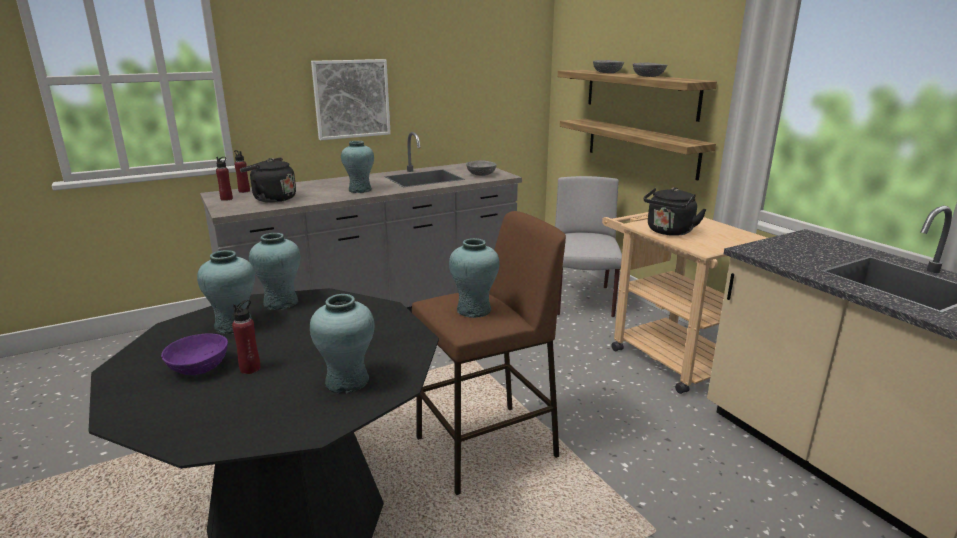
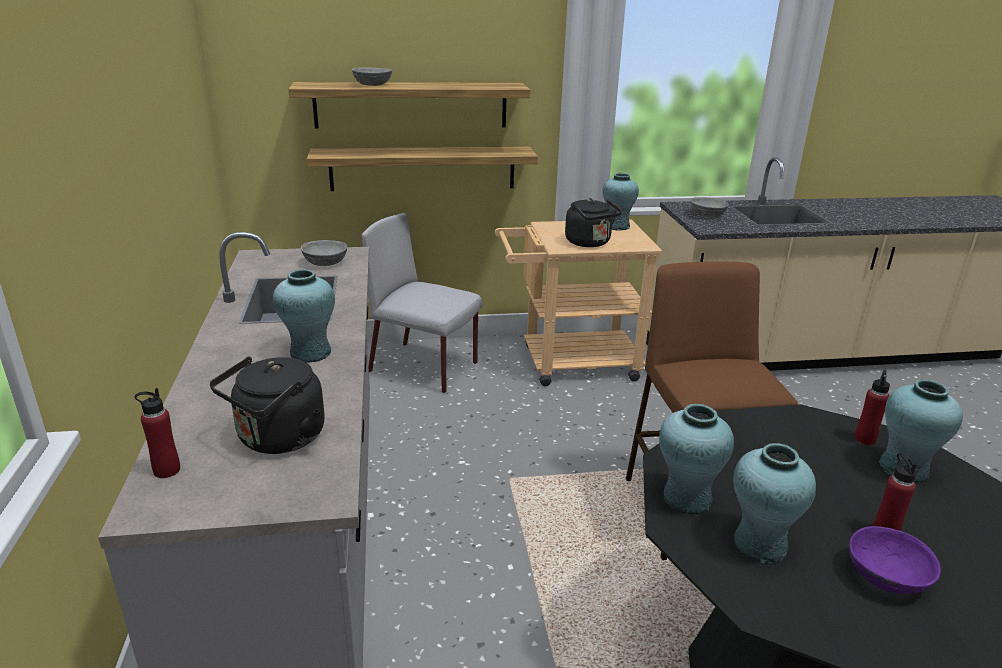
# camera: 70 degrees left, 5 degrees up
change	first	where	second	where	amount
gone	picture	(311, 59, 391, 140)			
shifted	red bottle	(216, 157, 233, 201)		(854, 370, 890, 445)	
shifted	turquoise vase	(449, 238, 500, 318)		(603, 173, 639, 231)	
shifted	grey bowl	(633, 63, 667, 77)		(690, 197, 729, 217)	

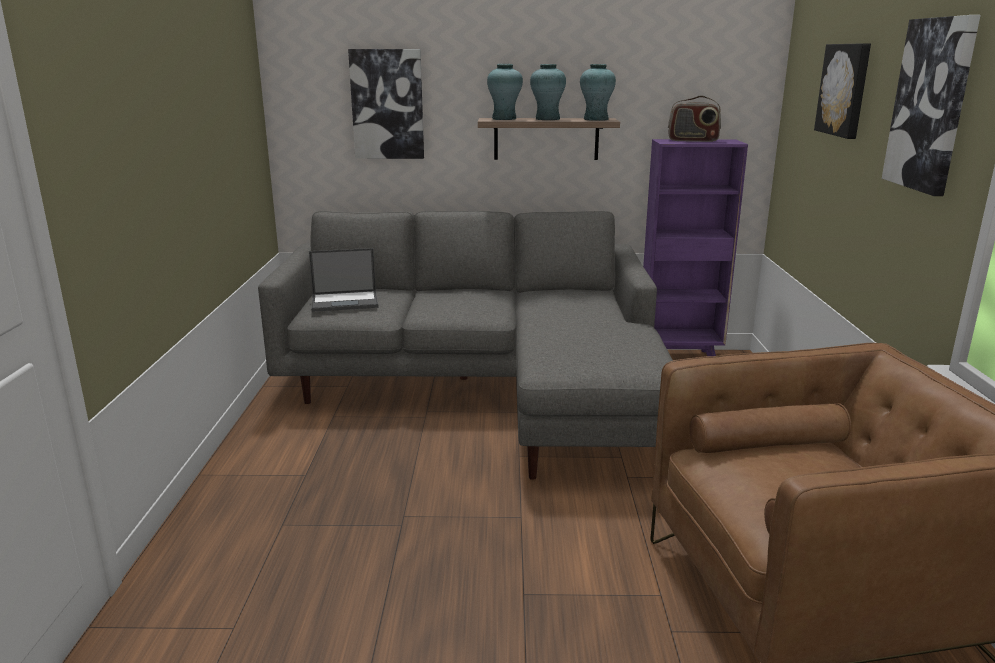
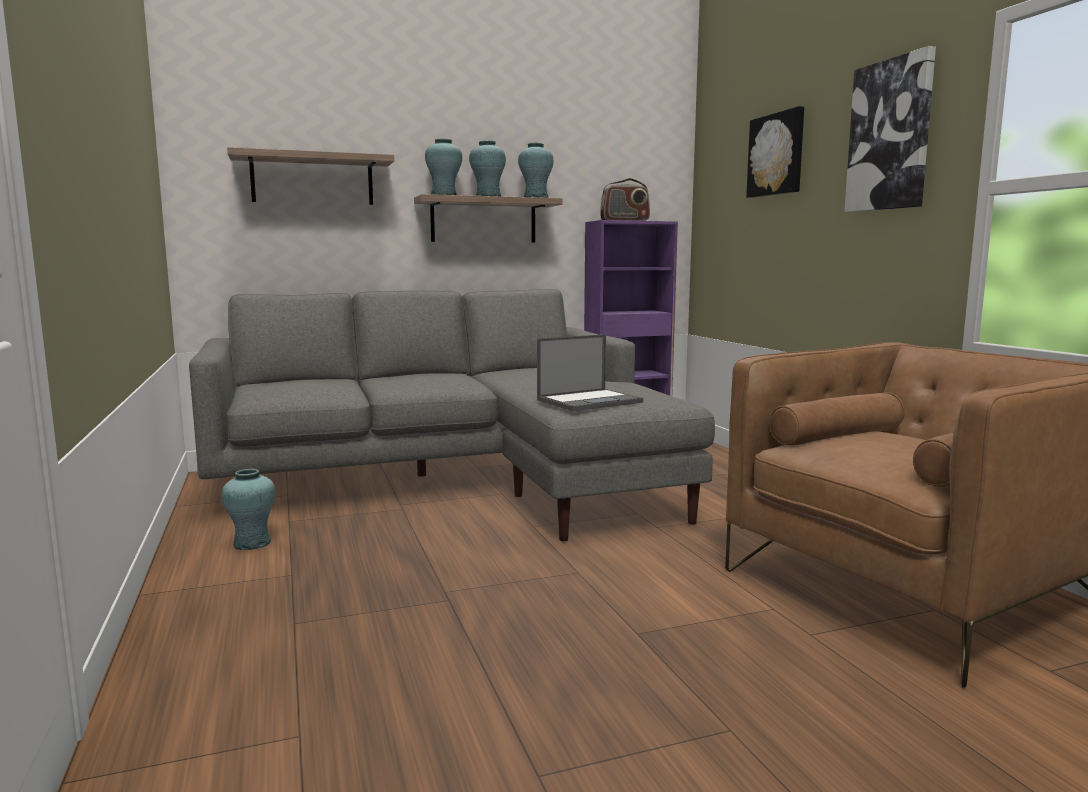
# camera: 20 degrees left, 10 degrees down
change	first	where	second	where	amount
new			turquoise vase	(221, 469, 276, 550)	
shifted	laptop	(309, 248, 379, 312)		(537, 334, 643, 411)	
swapped	picture	(348, 49, 424, 159)	shelf	(227, 147, 394, 205)	

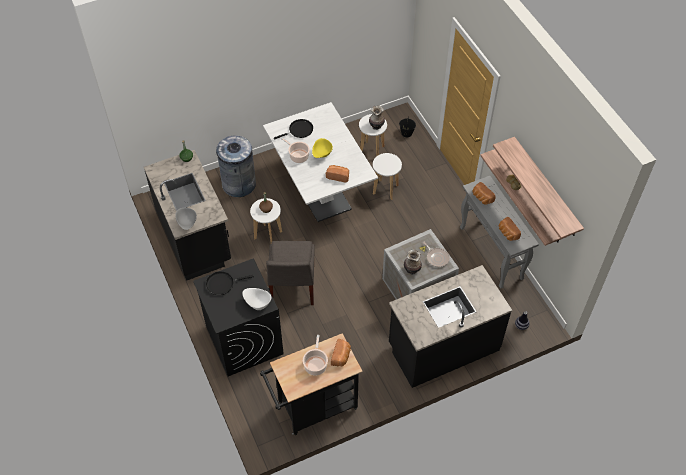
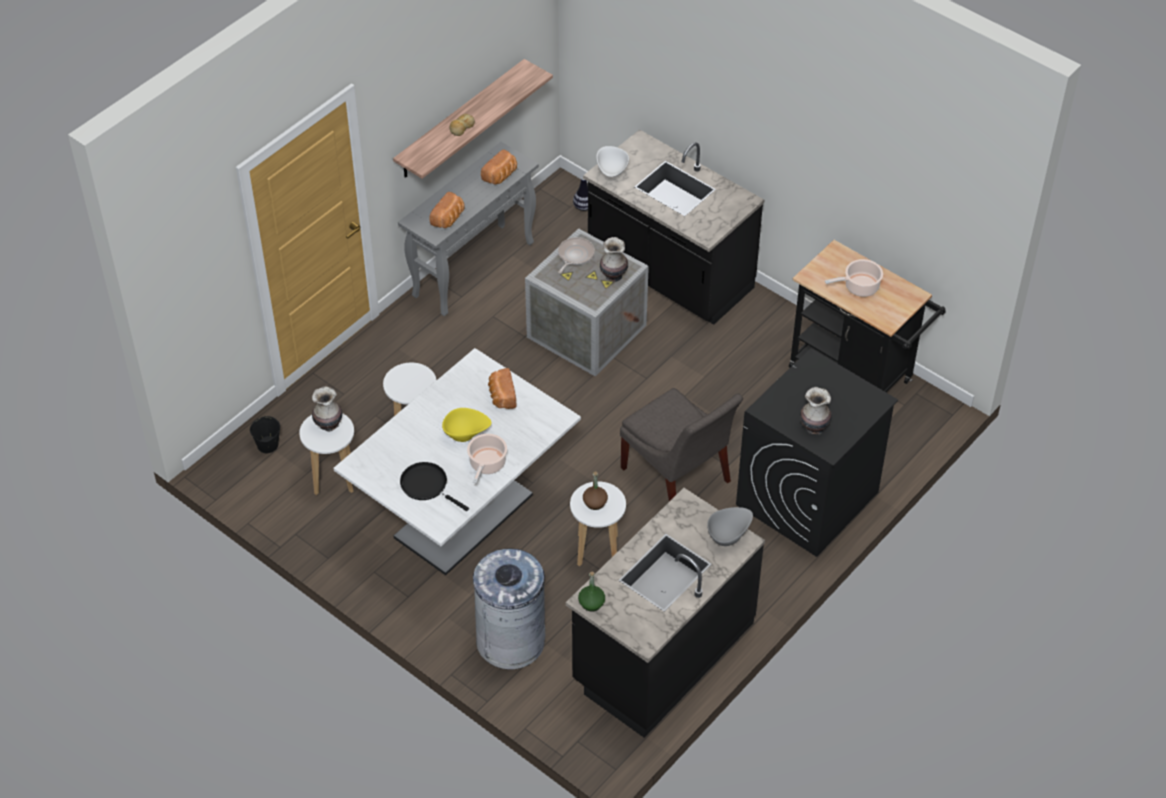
# camera: 115 degrees left, 5 degrees down
change	first	where	second	where	amount
gone	bread	(331, 339, 351, 366)			
gone	shelf	(493, 137, 584, 239)			
shifted	white bowl	(242, 288, 271, 310)		(596, 146, 629, 177)	
swapped	black frying pan	(206, 271, 254, 295)	vase	(800, 387, 832, 434)	
rotated	grey chair	(266, 241, 315, 305)		(620, 388, 743, 501)	75 degrees clockwise

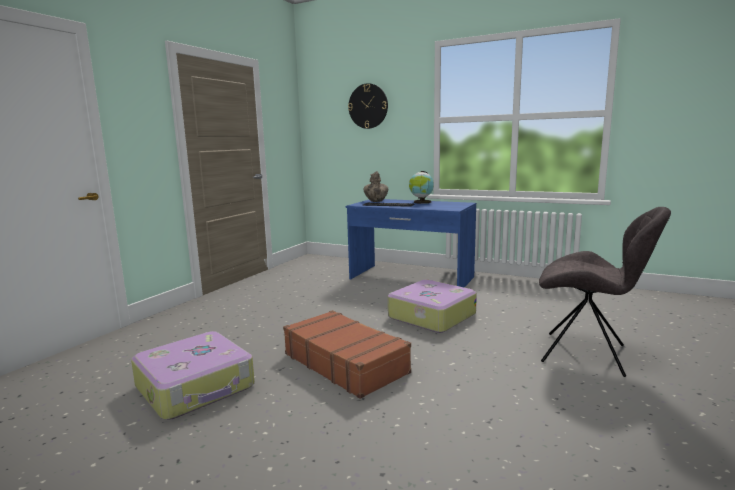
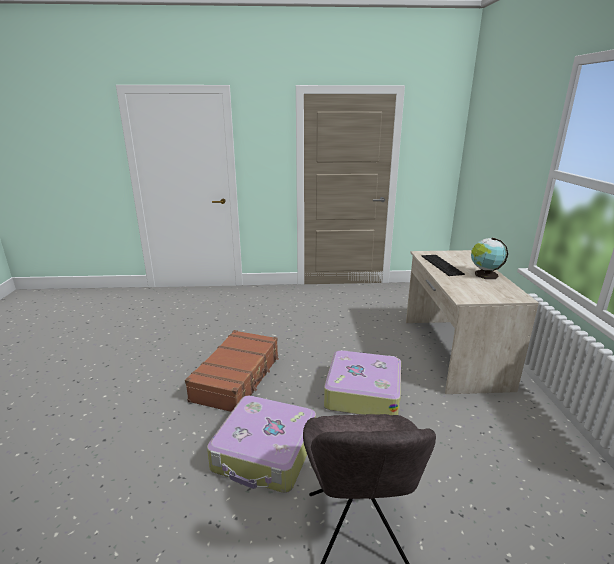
# camera: 60 degrees right, 10 degrees up
change	first	where	second	where	amount
gone	wall clock	(348, 83, 388, 129)			
gone	vase	(363, 171, 388, 202)			
shifted	suitcase	(131, 331, 255, 420)		(207, 396, 316, 493)	
repainted	blue desk	(346, 199, 476, 287)	beige desk	(406, 250, 539, 394)	

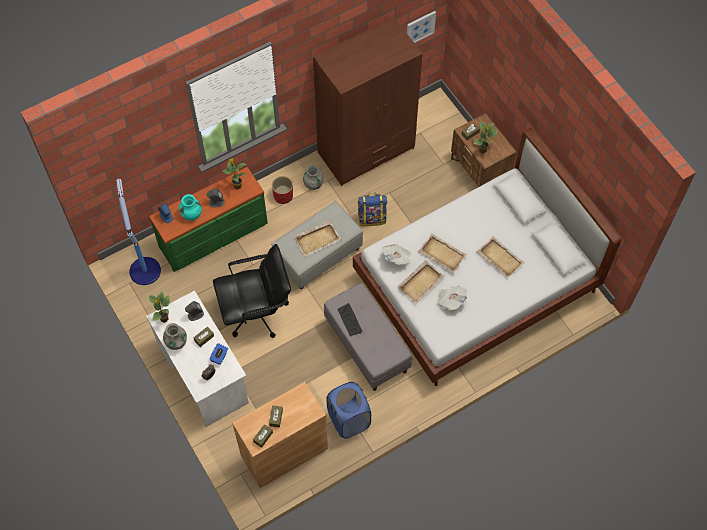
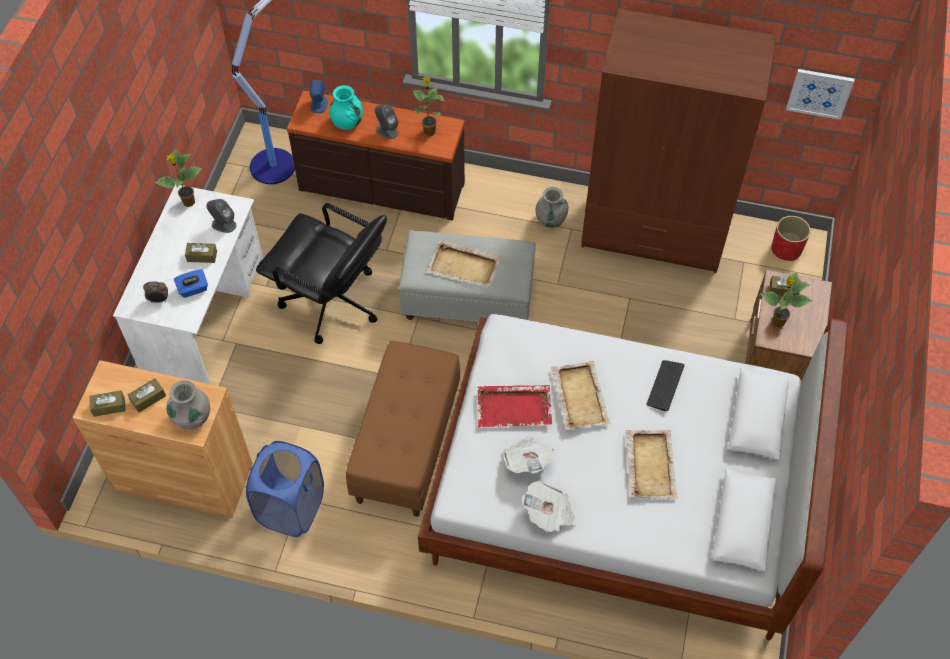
# camera: 45 degrees right, 5 degrees down
change	first	where	second	where	amount
gone	backpack	(358, 193, 387, 226)			
shifted	grey vase	(163, 323, 187, 350)		(166, 380, 210, 429)	
shifted	red planter	(272, 176, 293, 204)		(772, 216, 811, 261)	
shifted	keyboard	(337, 303, 362, 337)		(646, 360, 684, 411)	
shifted	newspaper	(382, 244, 412, 265)		(522, 481, 577, 533)	
repainted	green dresser	(149, 167, 268, 272)	brown dresser	(287, 91, 465, 220)	
repainted	grey bench	(324, 283, 412, 391)	brown bench	(346, 341, 460, 517)	
repainted	beige tray	(397, 260, 444, 304)	red tray	(477, 385, 552, 428)	

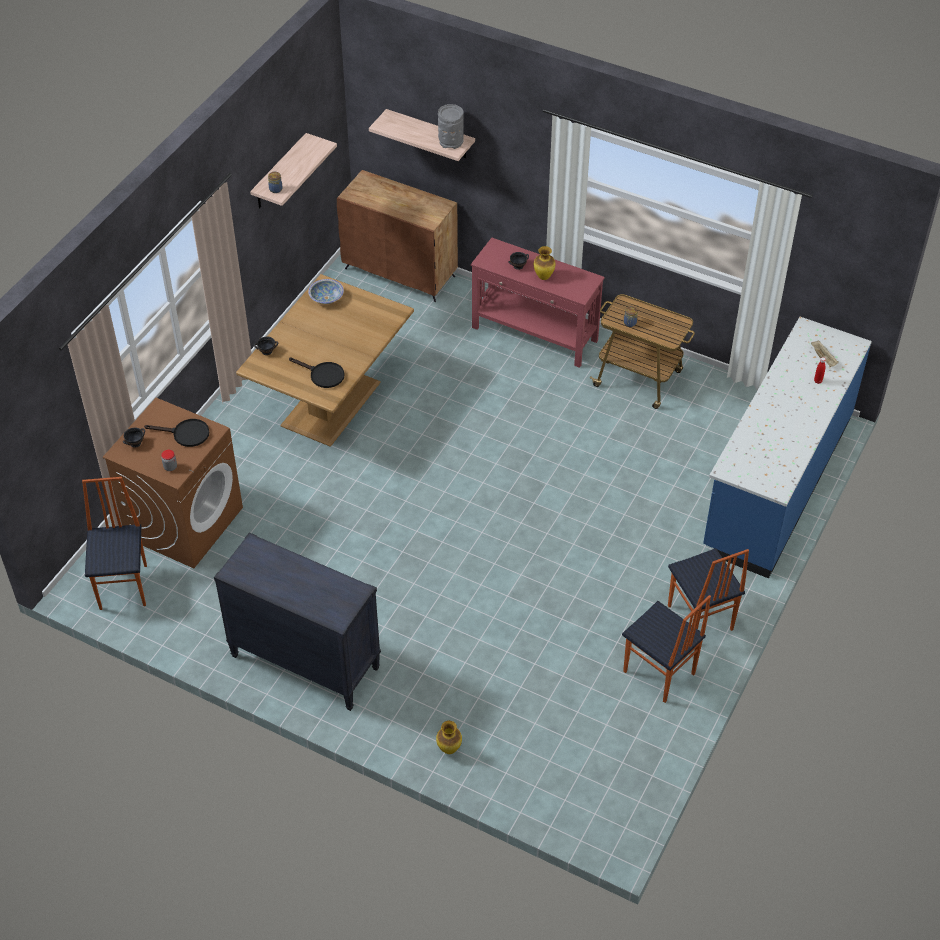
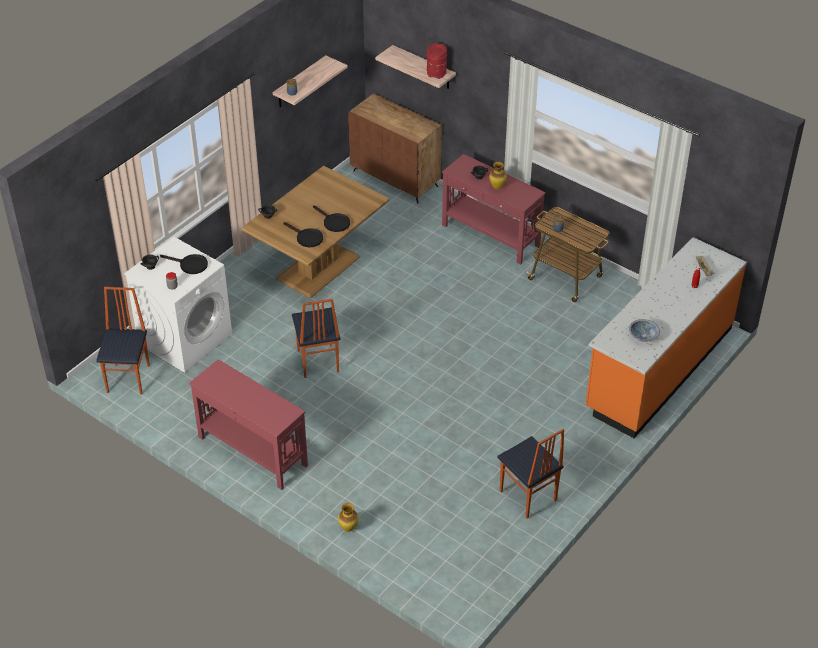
# camera: 10 degrees right, 5 degrees down
change	first	where	second	where	amount
new			black frying pan	(313, 205, 350, 232)	
shifted	bowl	(308, 279, 344, 304)		(629, 319, 660, 342)	
shifted	chair	(668, 548, 749, 631)		(292, 299, 340, 378)	
swapped	black dresser	(214, 532, 381, 711)	red console table	(189, 359, 308, 490)	
repainted	brown washing machine	(103, 398, 243, 568)	white washing machine	(124, 237, 232, 373)	
repainted	grey vase	(438, 104, 464, 149)	red vase	(427, 43, 447, 79)	
repainted	blue counter	(703, 317, 872, 578)	orange counter	(586, 237, 747, 438)	

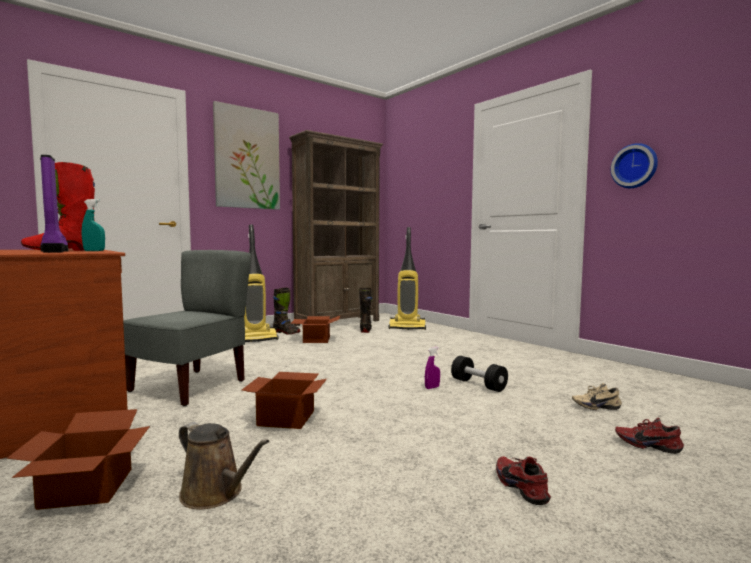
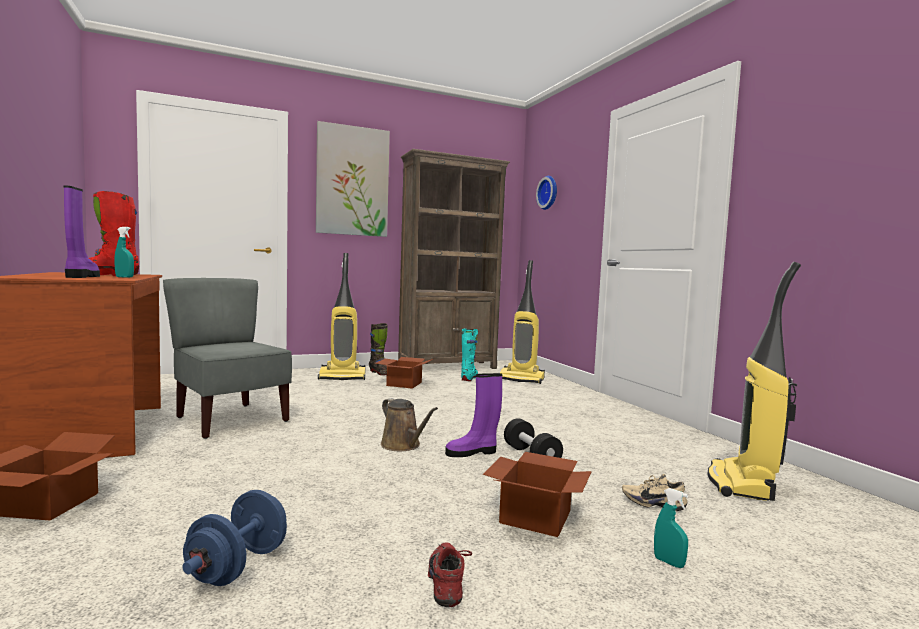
# camera: 15 degrees right, 0 degrees up
change	first	where	second	where	amount
new			blue dumbbell	(182, 490, 287, 586)	
new			vacuum cleaner	(708, 262, 801, 501)	
shifted	brown watering can	(179, 422, 270, 510)		(381, 398, 438, 451)	
shifted	cardboard box	(242, 372, 327, 429)		(483, 452, 592, 537)	
shifted	wall clock	(611, 143, 658, 188)		(536, 176, 557, 210)	
swapped	purple spray bottle	(425, 347, 440, 389)	purple boot	(445, 373, 502, 457)	
swapped	red shoe	(615, 418, 684, 454)	turquoise spray bottle	(654, 488, 688, 568)	
repainted	black boot	(359, 288, 372, 333)	turquoise boot	(461, 329, 478, 381)	
rotated	grey chair	(123, 250, 251, 406)		(163, 278, 292, 439)	90 degrees counterclockwise

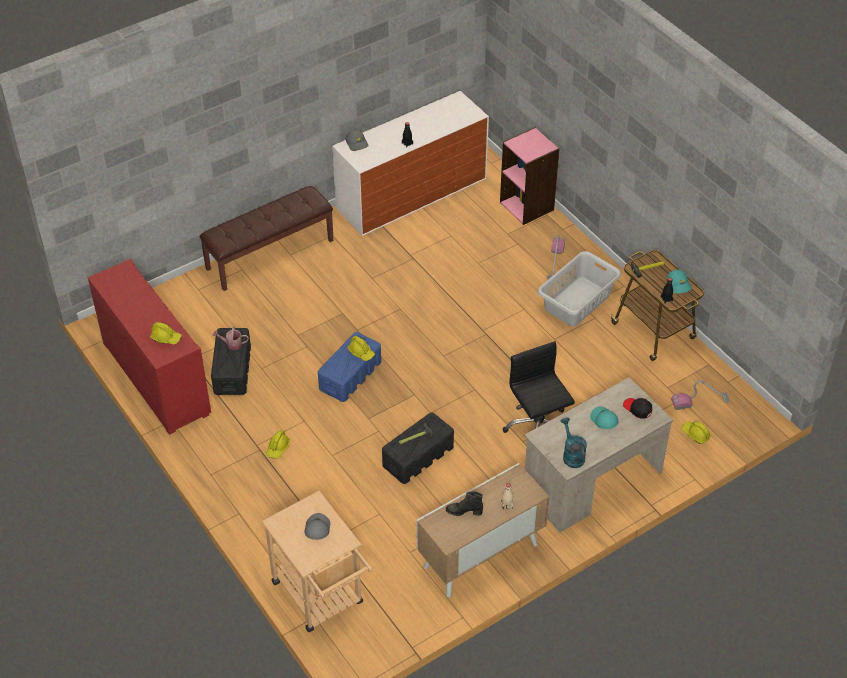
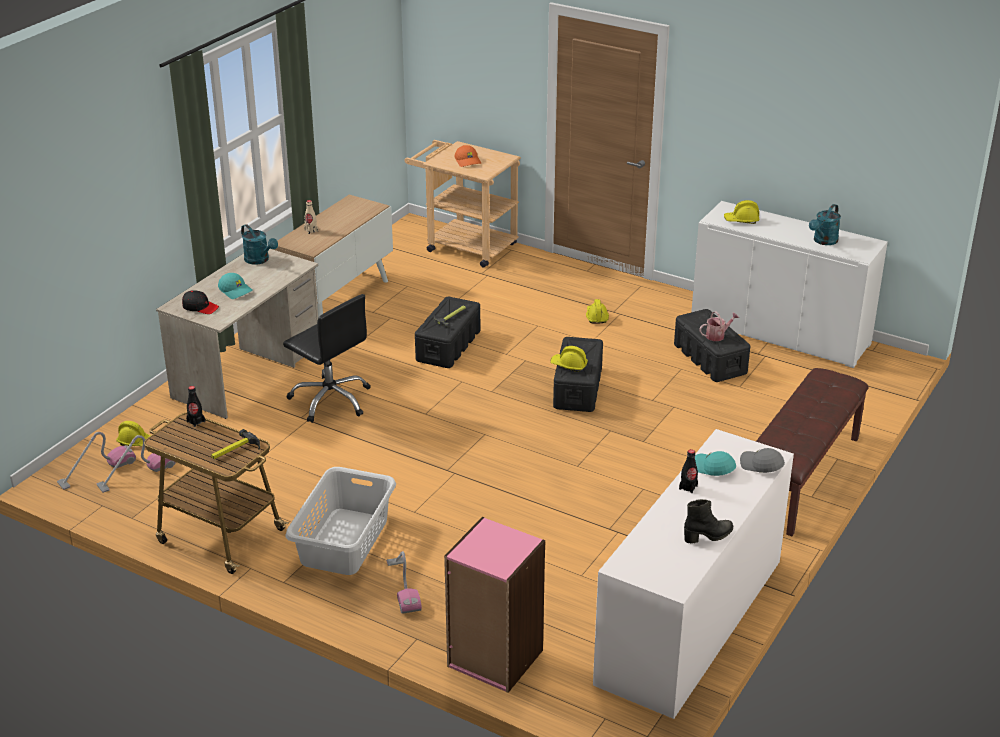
# camera: 155 degrees right, 15 degrees down
change	first	where	second	where	amount
new			vacuum cleaner	(57, 432, 136, 490)	
new			turquoise watering can	(809, 204, 841, 245)	
shifted	black boot	(446, 491, 483, 516)		(684, 499, 733, 543)	
shifted	turquoise cap	(667, 269, 692, 293)		(695, 451, 736, 476)	
repainted	red cabinet	(88, 259, 211, 435)	white cabinet	(691, 201, 888, 368)	
repainted	grey cap	(304, 513, 331, 540)	orange cap	(455, 145, 481, 167)	
repainted	blue storage box	(318, 332, 381, 402)	black storage box	(553, 337, 603, 412)	

